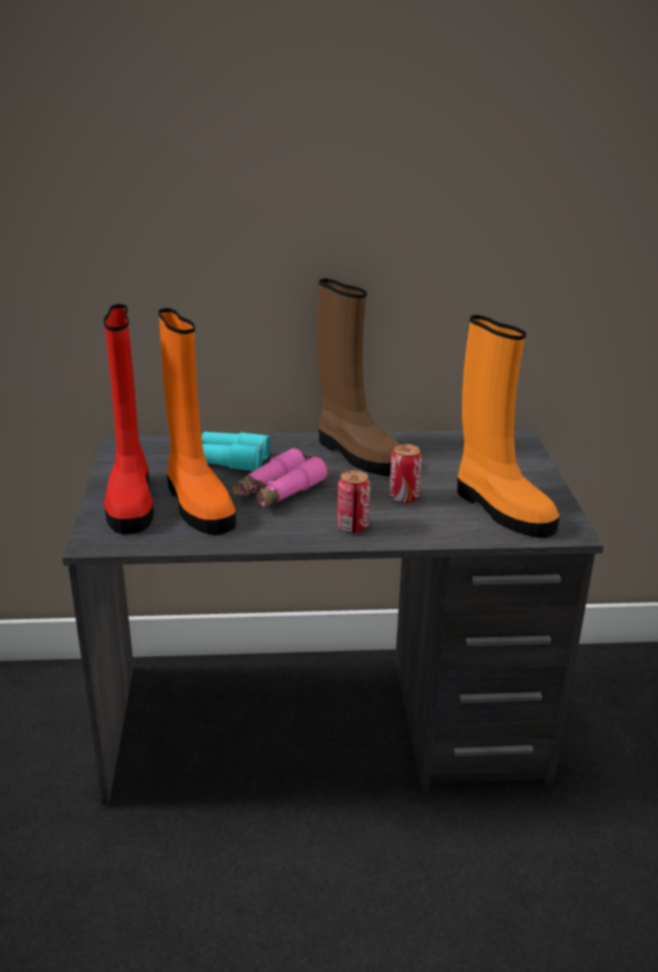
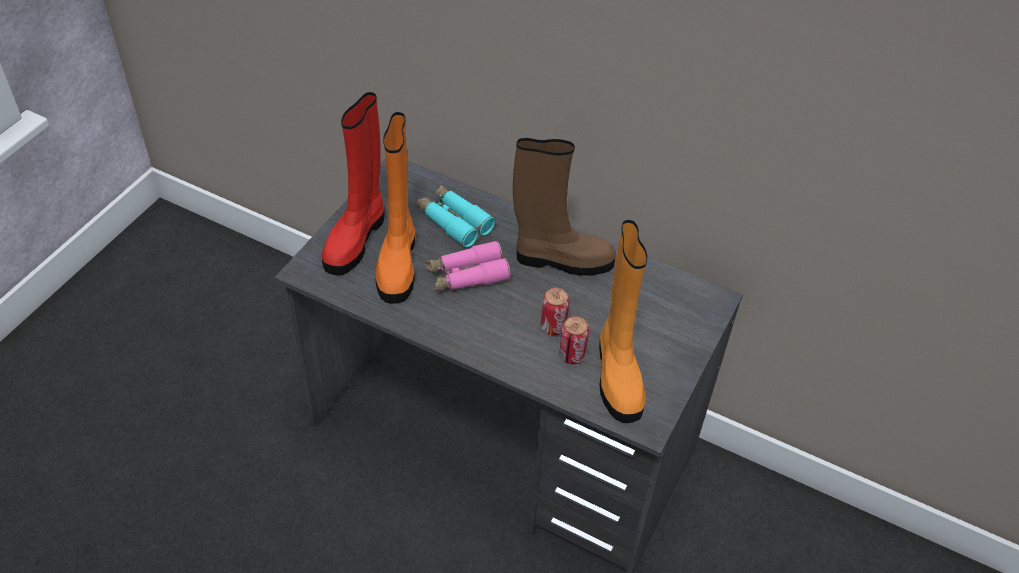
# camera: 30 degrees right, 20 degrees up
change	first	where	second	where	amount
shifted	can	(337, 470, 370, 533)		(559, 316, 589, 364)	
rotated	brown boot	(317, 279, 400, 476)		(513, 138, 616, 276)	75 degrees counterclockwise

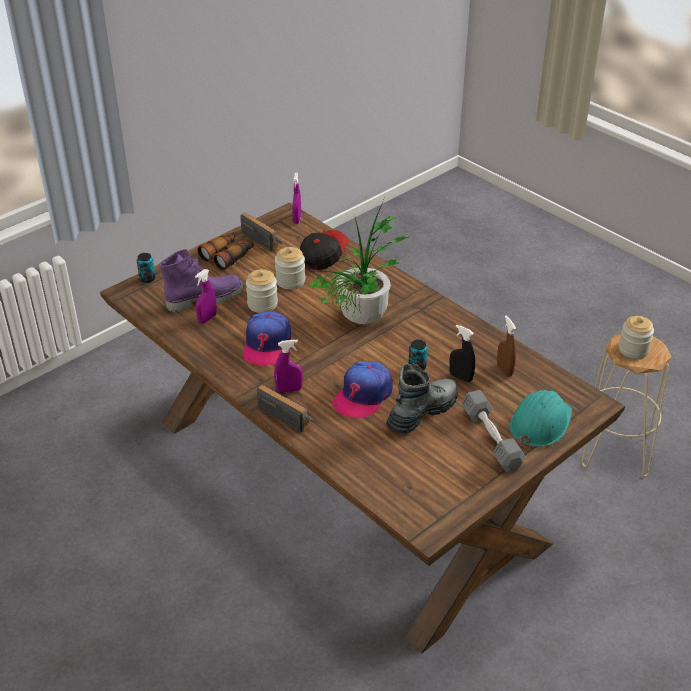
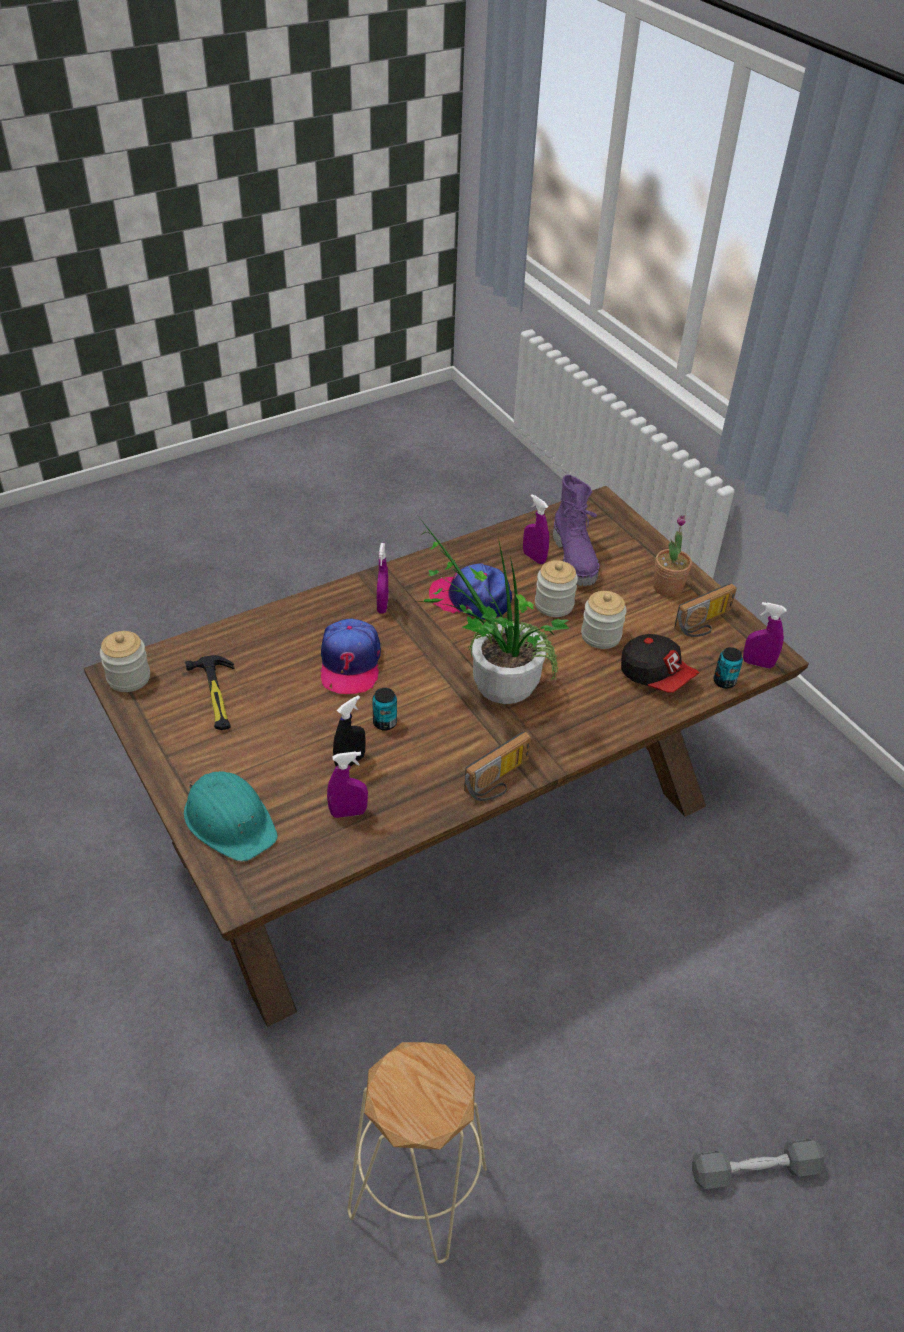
# camera: 100 degrees right, 5 degrees up
change	first	where	second	where	amount
gone	boot	(386, 363, 458, 434)			
new			hammer	(185, 655, 234, 730)	
shifted	can	(137, 253, 156, 283)		(713, 647, 743, 689)	
shifted	radio	(257, 385, 313, 433)		(464, 731, 531, 801)	
shifted	grey dumbbell	(462, 390, 526, 472)		(692, 1139, 824, 1189)	
shifted	jar	(619, 316, 654, 359)		(100, 631, 150, 692)	
swapped	binoculars	(197, 232, 254, 271)	potted plant	(653, 515, 692, 597)	
repainted	brown spray bottle	(497, 316, 516, 377)	purple spray bottle	(327, 751, 368, 818)	
rotated	cap	(332, 361, 393, 419)		(320, 618, 381, 694)	135 degrees counterclockwise

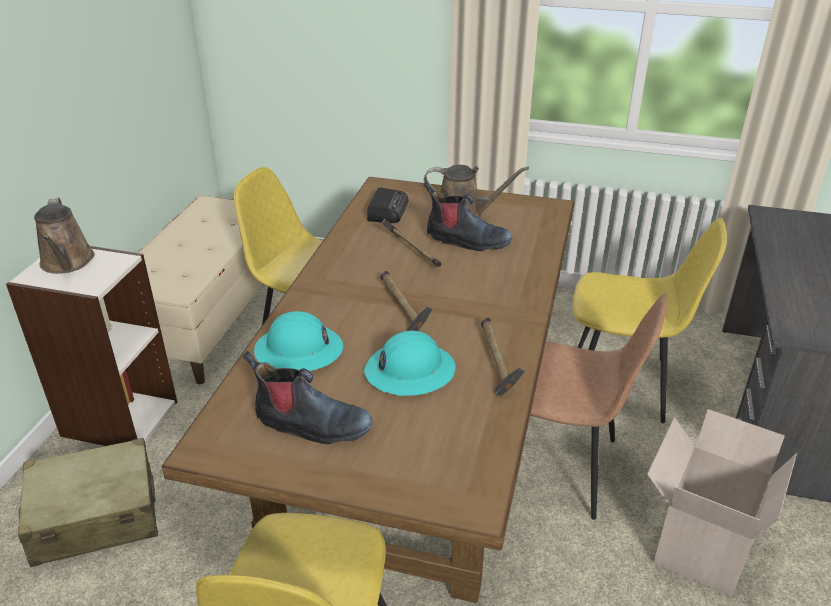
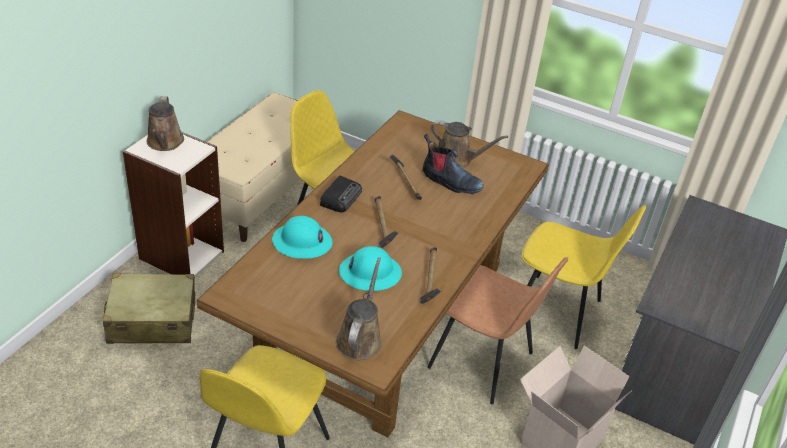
# camera: 10 degrees right, 5 degrees up
change	first	where	second	where	amount
gone	boot	(242, 351, 372, 445)			
new			brown watering can	(336, 257, 382, 360)	
shifted	radio	(367, 187, 408, 223)		(320, 176, 362, 212)	

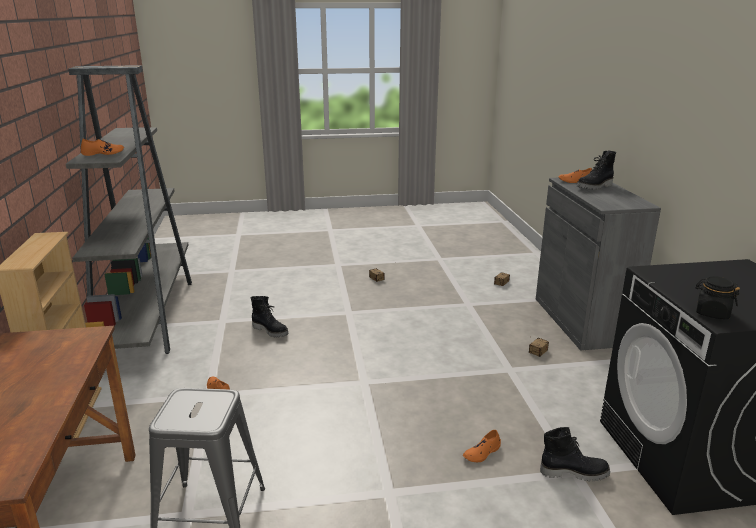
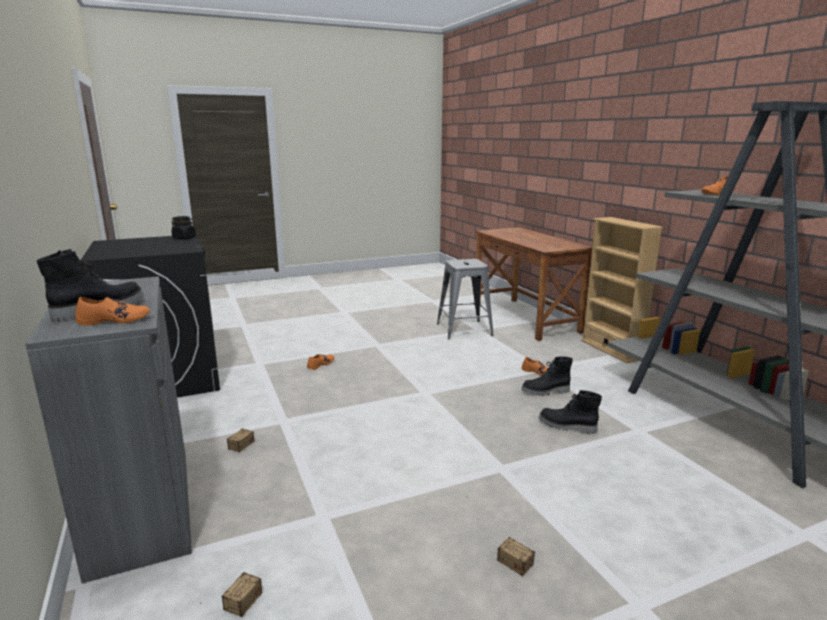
# camera: 165 degrees right, 5 degrees down
change	first	where	second	where	amount
shifted	black boot	(540, 427, 610, 481)		(521, 356, 573, 396)	

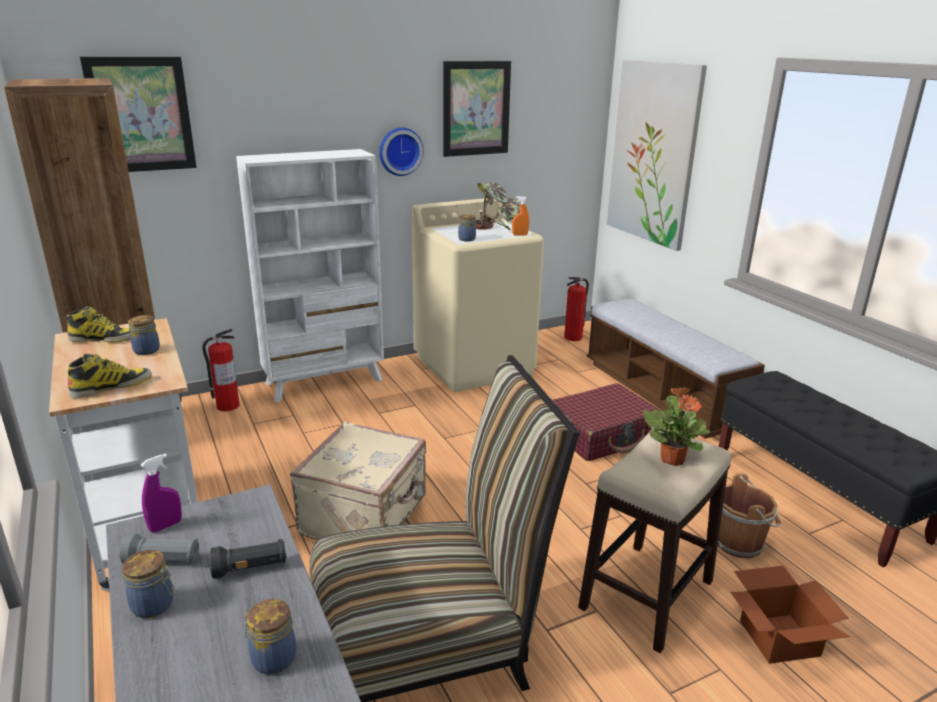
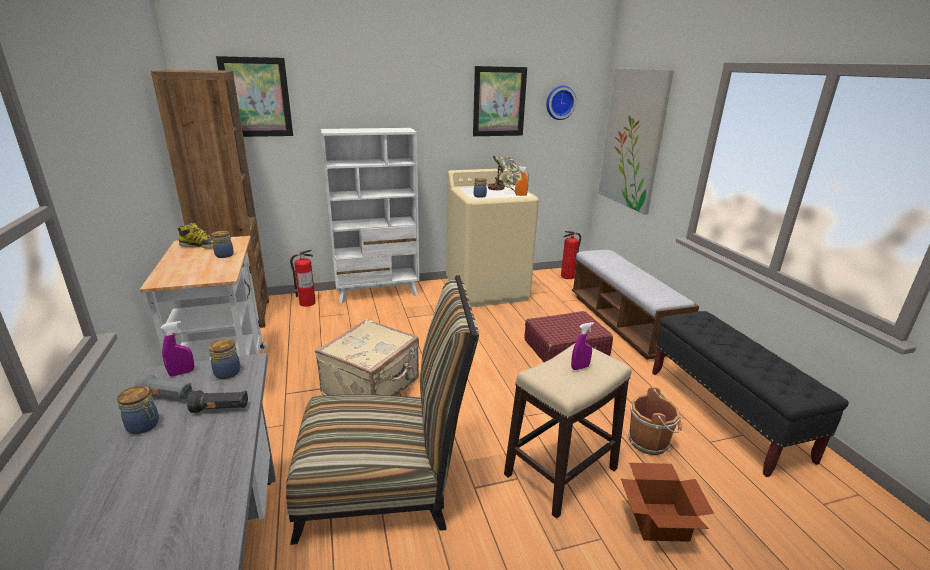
# camera: 10 degrees right, 0 degrees up
change	first	where	second	where	amount
gone	boot	(67, 354, 152, 398)			
shifted	jar	(244, 599, 296, 674)		(209, 339, 240, 379)	
shifted	wall clock	(379, 128, 424, 176)		(546, 86, 576, 120)	
swapped	potted plant	(643, 387, 710, 466)	purple spray bottle	(571, 322, 594, 370)	

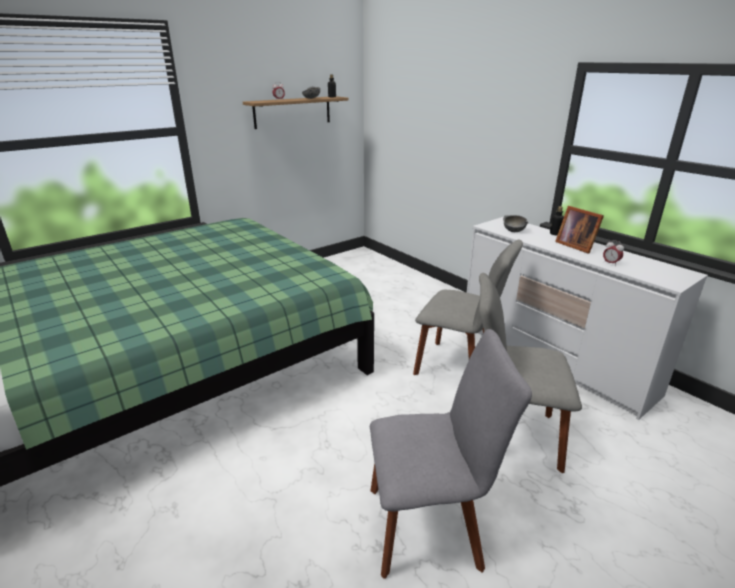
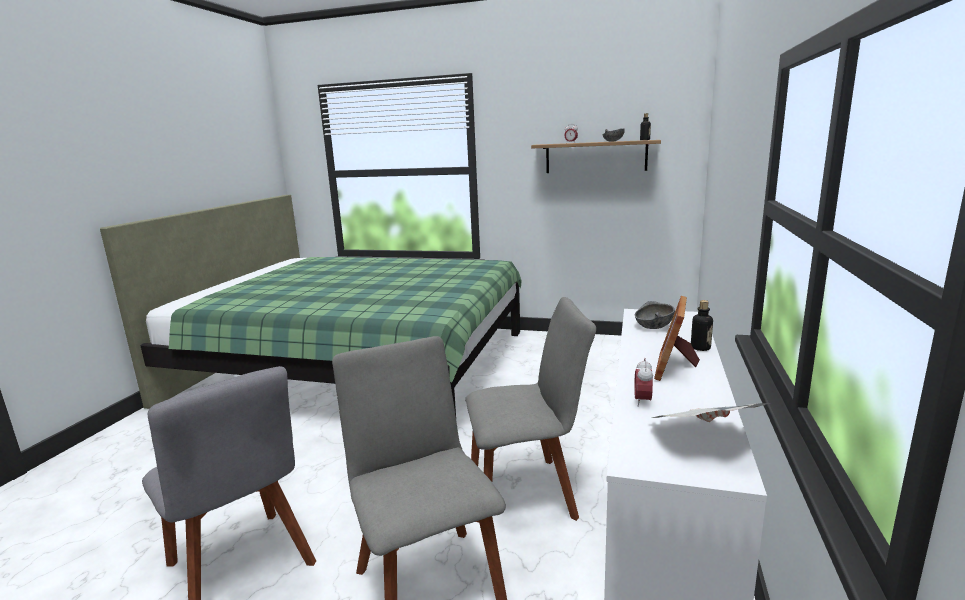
# camera: 55 degrees right, 10 degrees down
change	first	where	second	where	amount
new			newspaper	(652, 403, 770, 422)	
rotated	grey chair	(413, 239, 523, 375)		(465, 297, 596, 521)	90 degrees counterclockwise

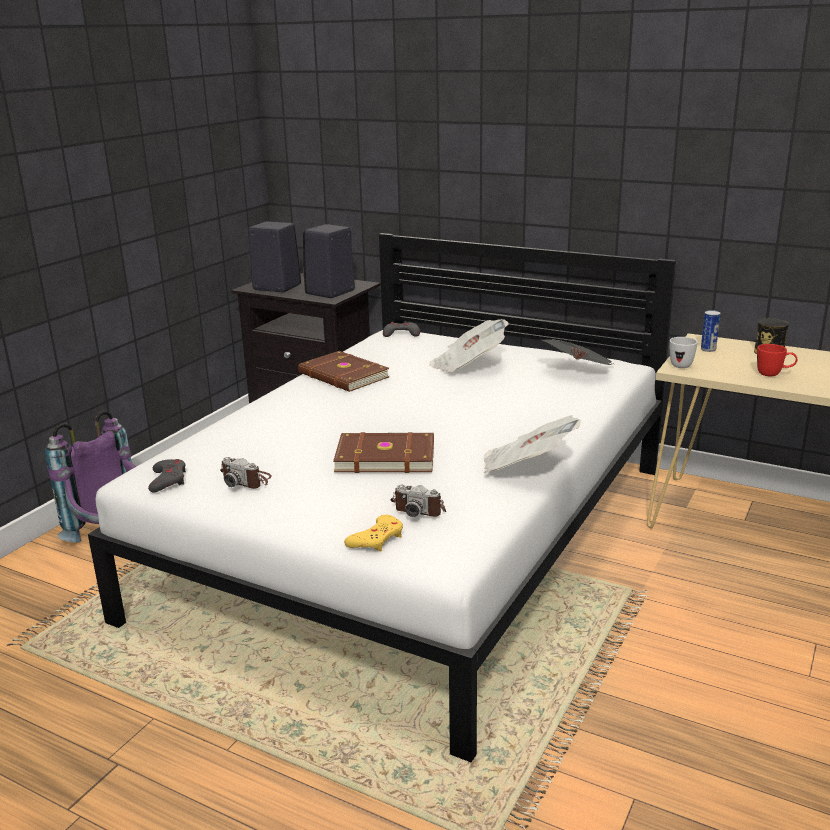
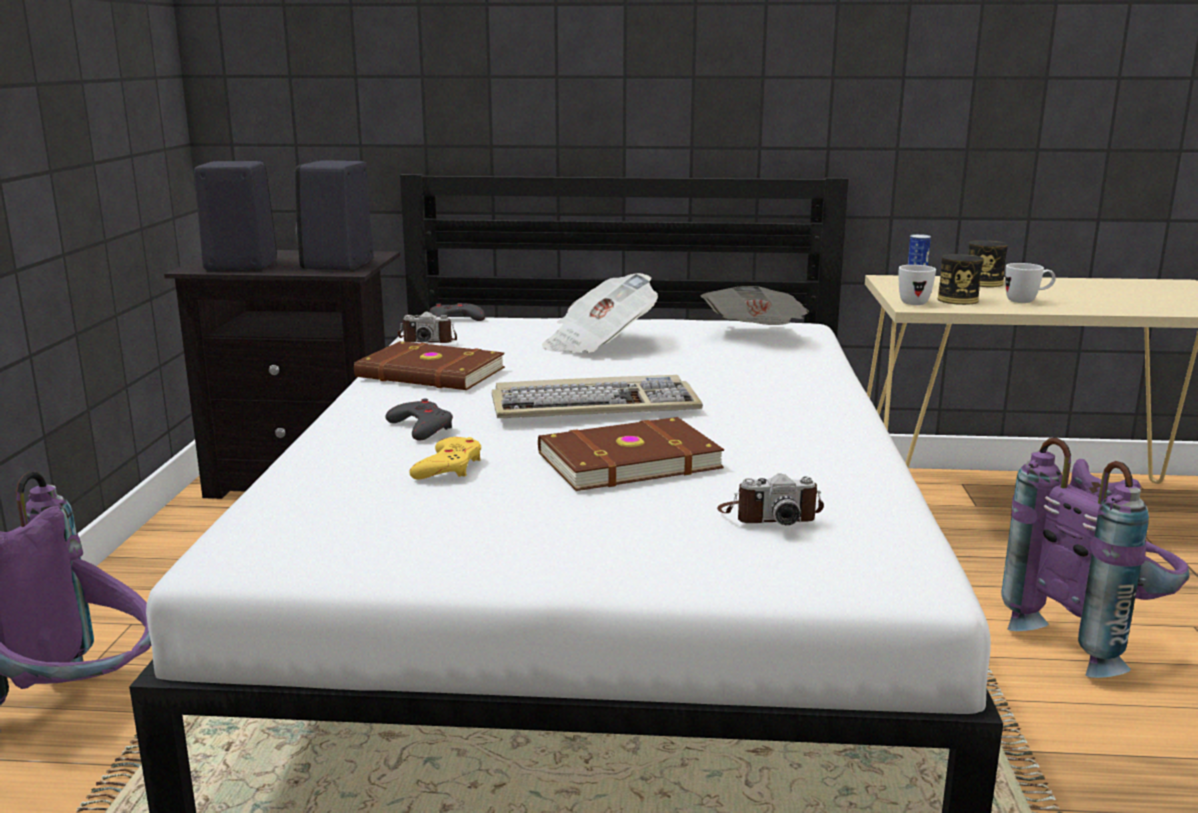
# camera: 25 degrees left, 5 degrees down
change	first	where	second	where	amount
gone	newspaper	(484, 415, 581, 473)			
new			keyboard	(492, 375, 703, 418)	
new			can	(938, 254, 983, 305)	
new			purple backpack	(1001, 438, 1190, 678)	
shifted	grey game controller	(148, 459, 186, 492)		(385, 398, 453, 441)	
shifted	photo camera	(220, 457, 272, 489)		(397, 311, 457, 343)	
shifted	yellow game controller	(344, 515, 403, 551)		(409, 437, 481, 480)	
repainted	red mug	(757, 344, 798, 376)	white mug	(1005, 263, 1056, 303)	

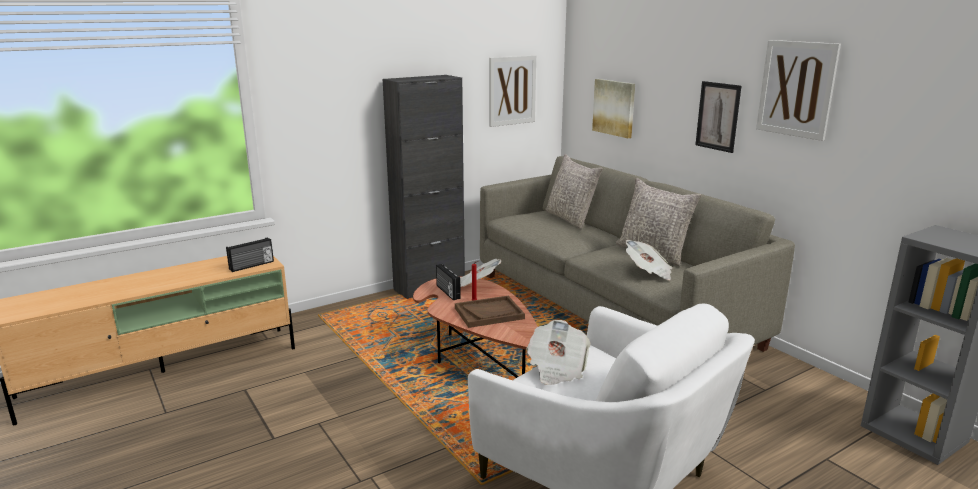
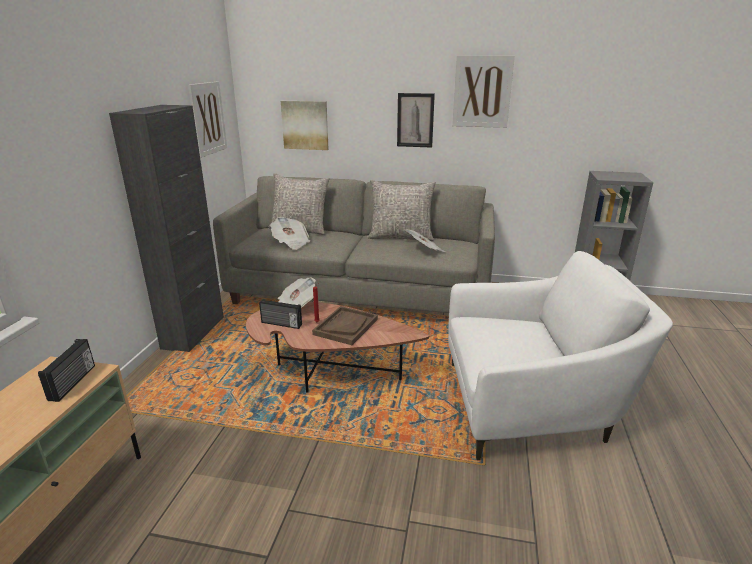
# camera: 45 degrees left, 5 degrees up
change	first	where	second	where	amount
shifted	newspaper	(526, 320, 591, 385)		(270, 217, 310, 250)	

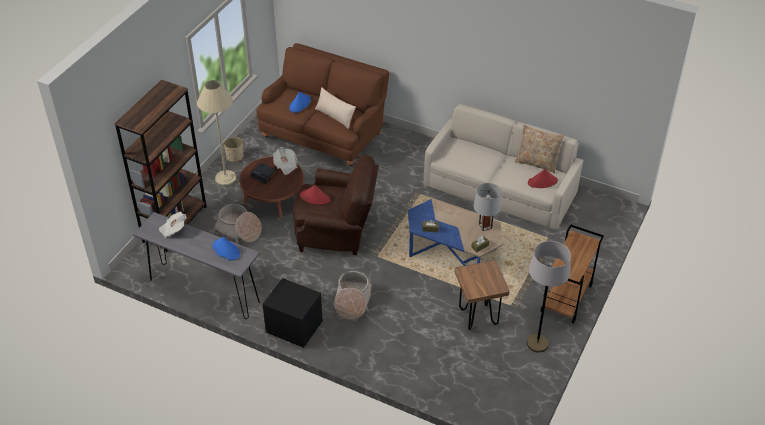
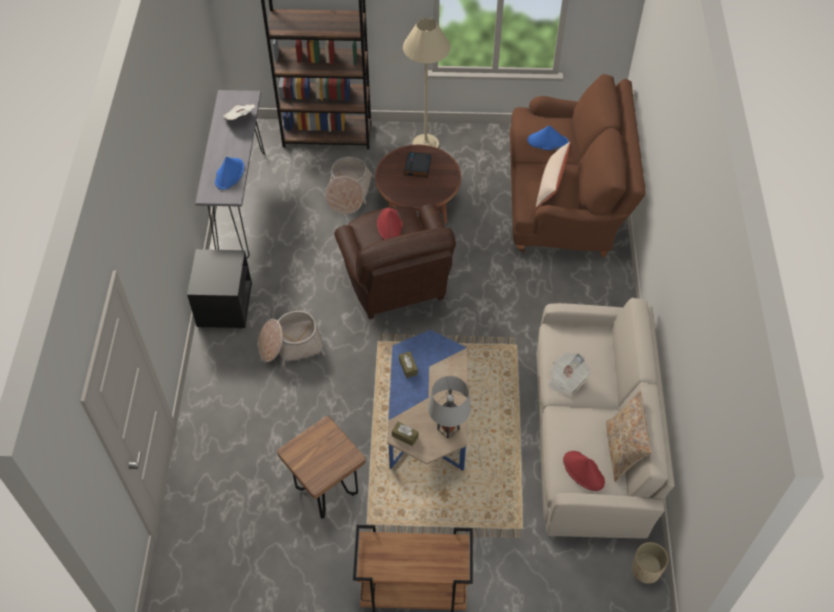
# camera: 65 degrees right, 10 degrees up
change	first	where	second	where	amount
gone	grey floor lamp	(527, 241, 571, 353)			
shifted	beige planter	(224, 137, 243, 162)		(632, 542, 668, 584)	
shifted	newspaper	(273, 147, 298, 175)		(549, 353, 590, 395)	

